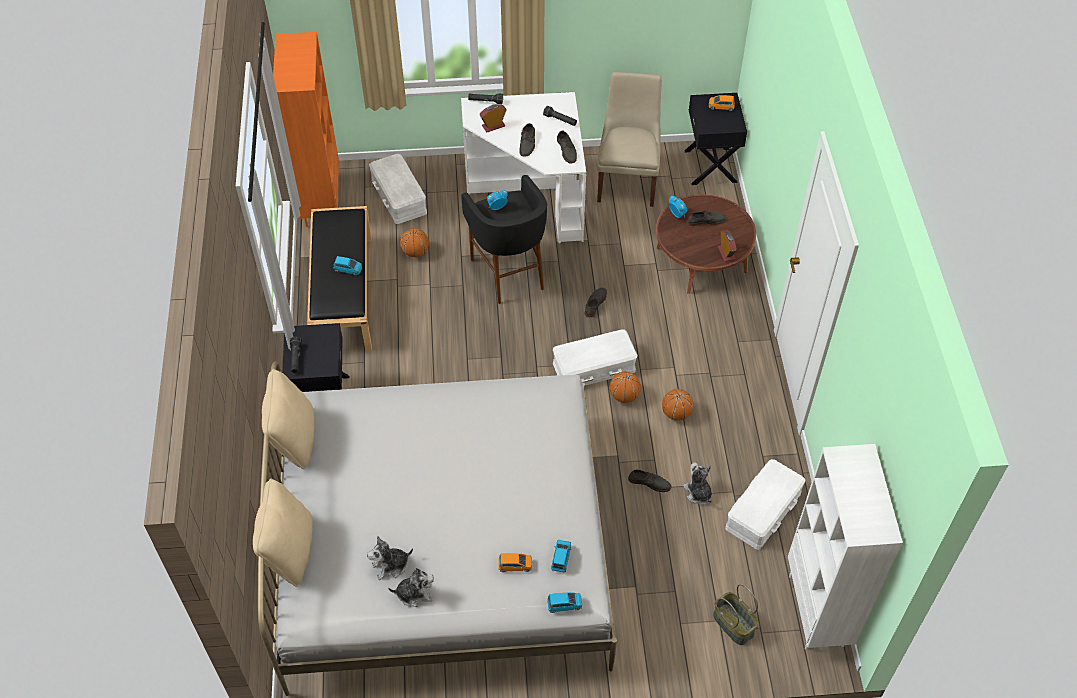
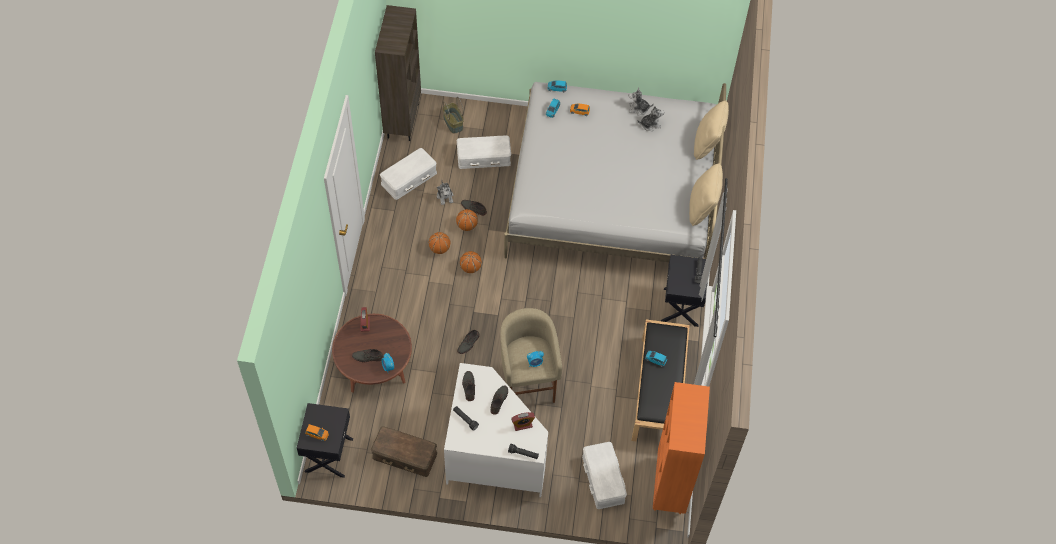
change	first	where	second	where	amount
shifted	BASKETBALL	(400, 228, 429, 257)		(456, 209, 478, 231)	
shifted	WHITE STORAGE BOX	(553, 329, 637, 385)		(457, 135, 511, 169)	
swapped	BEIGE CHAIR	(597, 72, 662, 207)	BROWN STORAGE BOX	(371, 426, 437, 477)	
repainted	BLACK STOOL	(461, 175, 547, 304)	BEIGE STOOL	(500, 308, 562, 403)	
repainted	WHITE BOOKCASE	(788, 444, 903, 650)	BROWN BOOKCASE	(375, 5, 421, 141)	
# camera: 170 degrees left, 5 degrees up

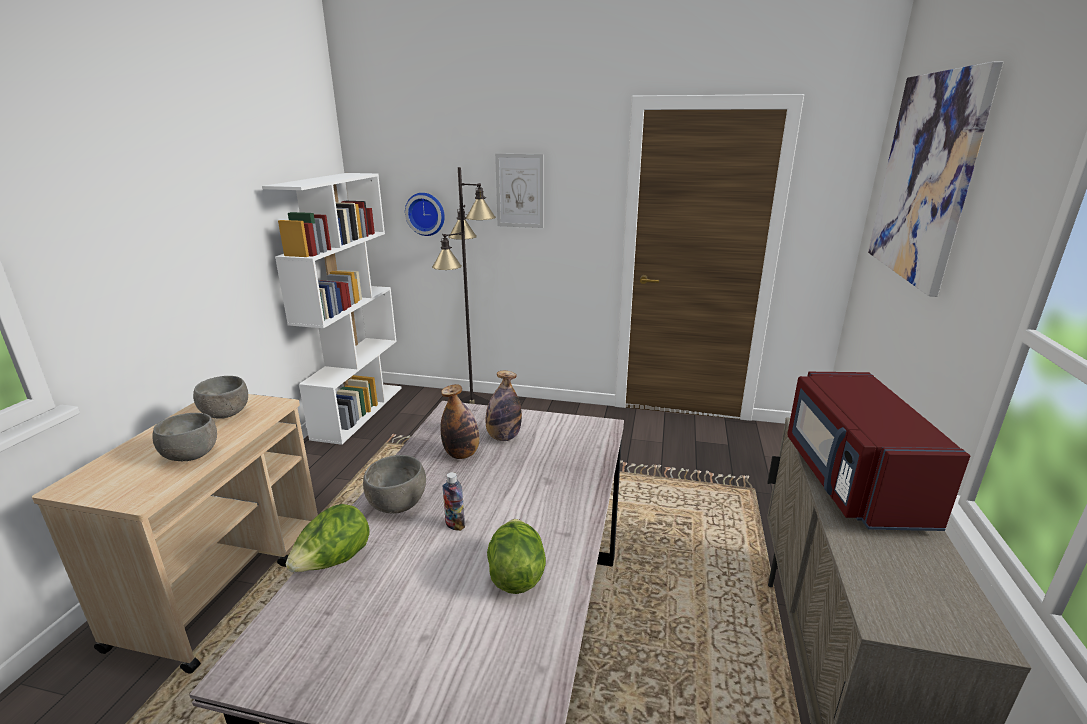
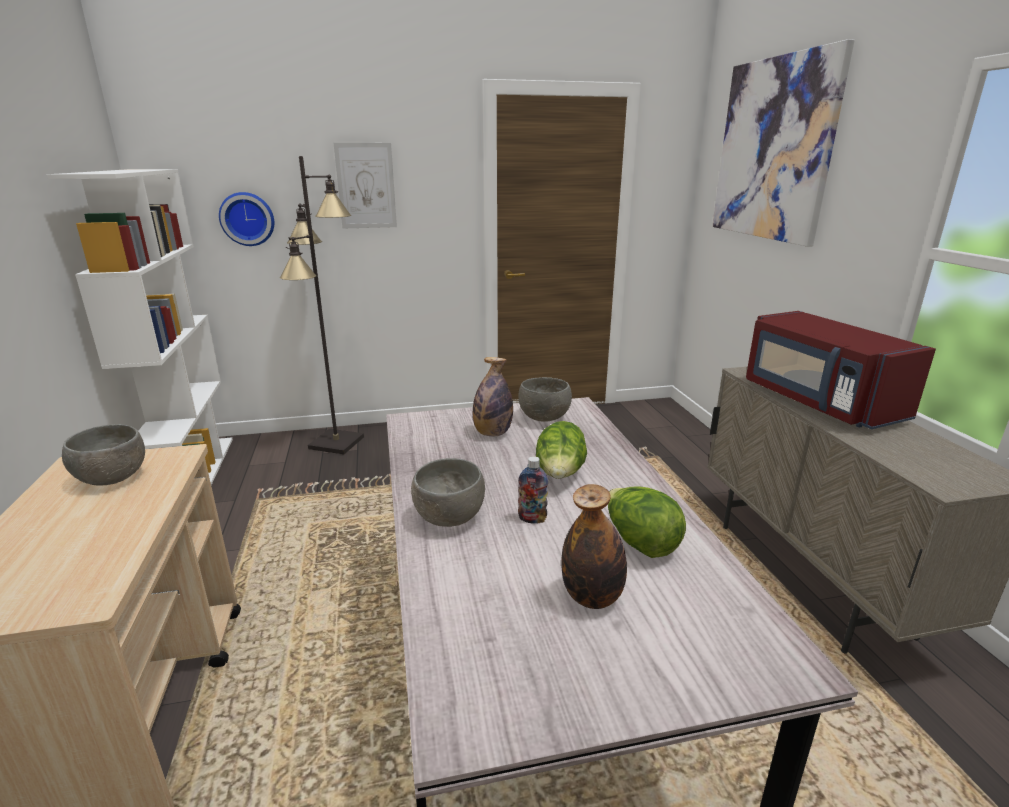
change	first	where	second	where	amount
shifted	GREY BOWL	(152, 413, 217, 461)		(518, 377, 572, 422)	
shifted	LETTUCE	(286, 504, 369, 572)		(536, 421, 587, 479)	
shifted	BOTTLE	(441, 384, 479, 459)		(561, 484, 627, 609)	
# camera: 25 degrees left, 0 degrees up

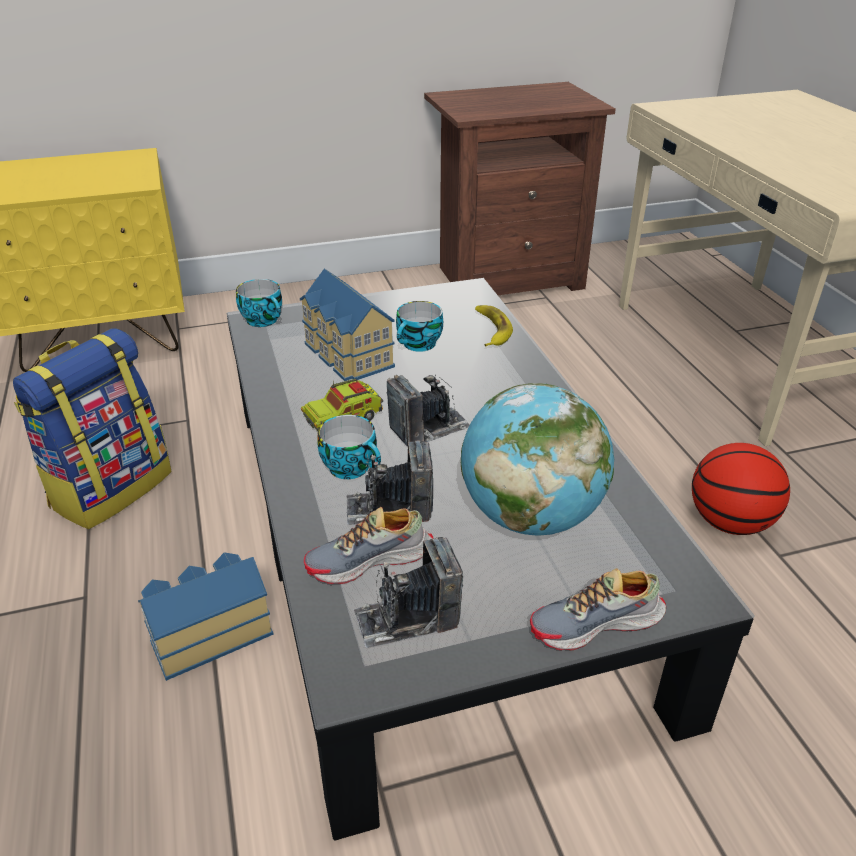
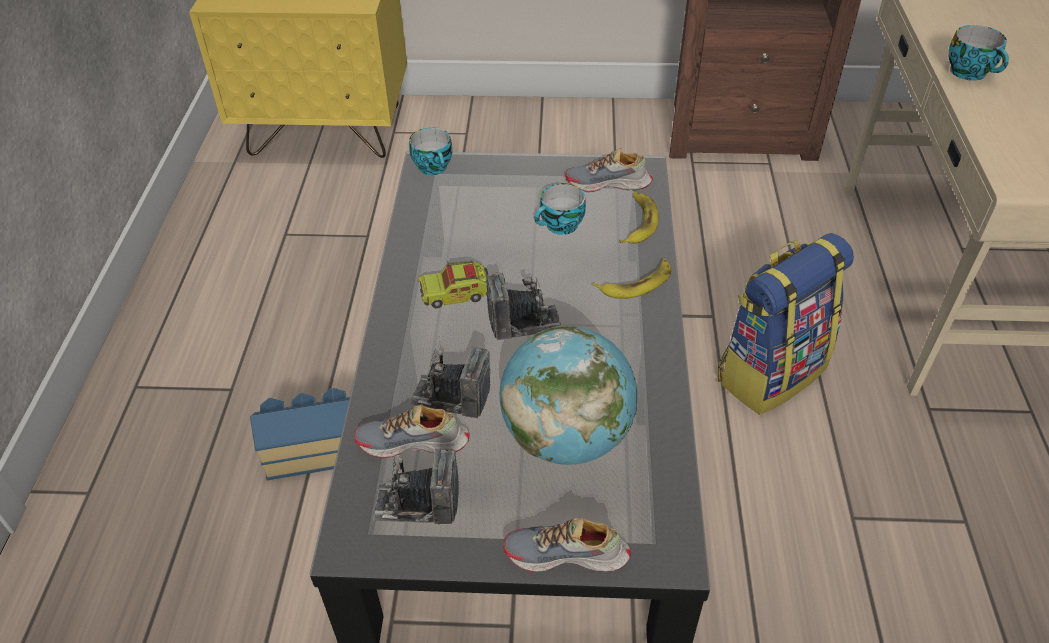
change	first	where	second	where	amount
gone	TOY HOUSE	(300, 268, 395, 381)			
gone	BASKETBALL	(692, 443, 790, 535)			
new			SHOE	(565, 148, 653, 192)	
new			BANANA	(593, 259, 671, 299)	
shifted	BACKPACK	(13, 329, 172, 529)		(718, 233, 854, 414)	
shifted	CUP	(317, 415, 381, 479)		(948, 25, 1009, 81)	
# camera: 20 degrees right, 10 degrees up

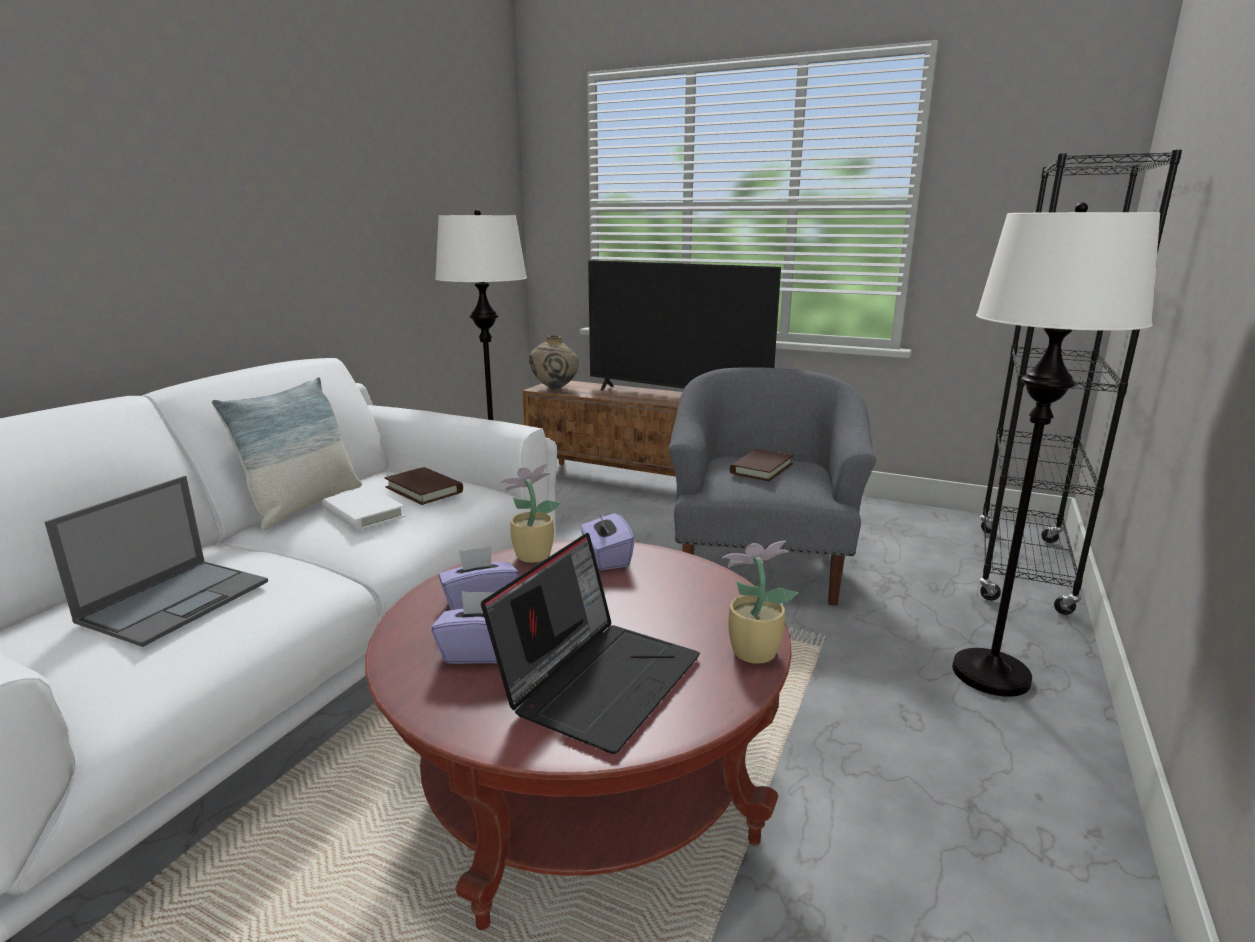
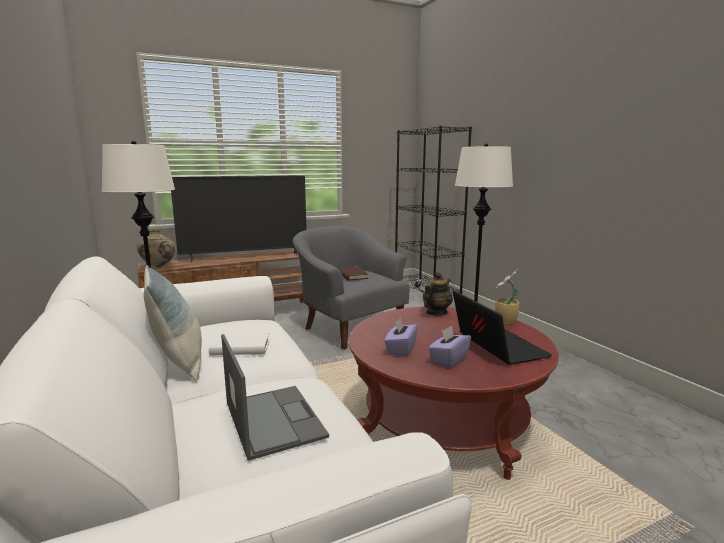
change	first	where	second	where	amount
gone	BROWN BOOK	(385, 467, 463, 505)			
gone	POTTED PLANT	(500, 463, 561, 563)			
gone	PURPLE TISSUE BOX	(580, 509, 635, 570)			
new			TEAPOT	(423, 272, 453, 315)	
# camera: 50 degrees left, 5 degrees down

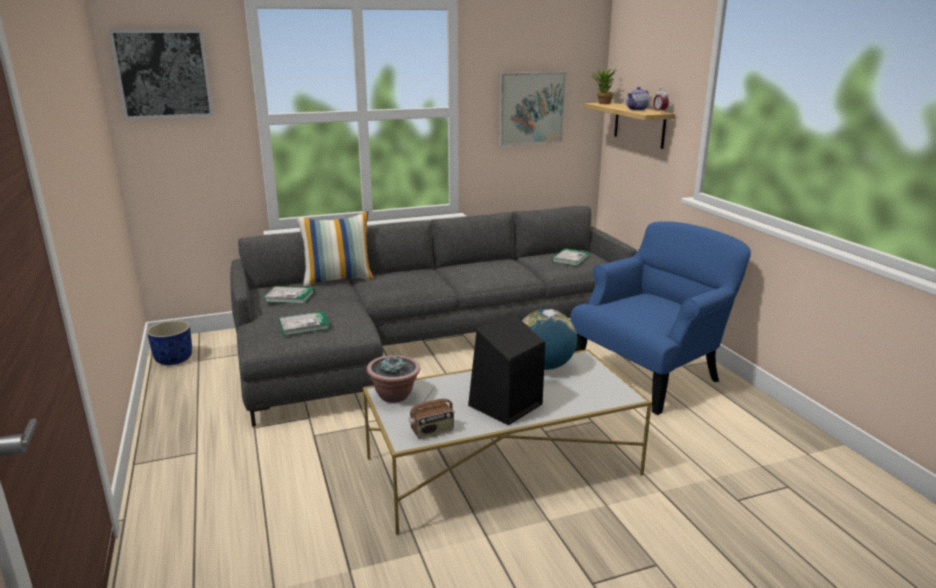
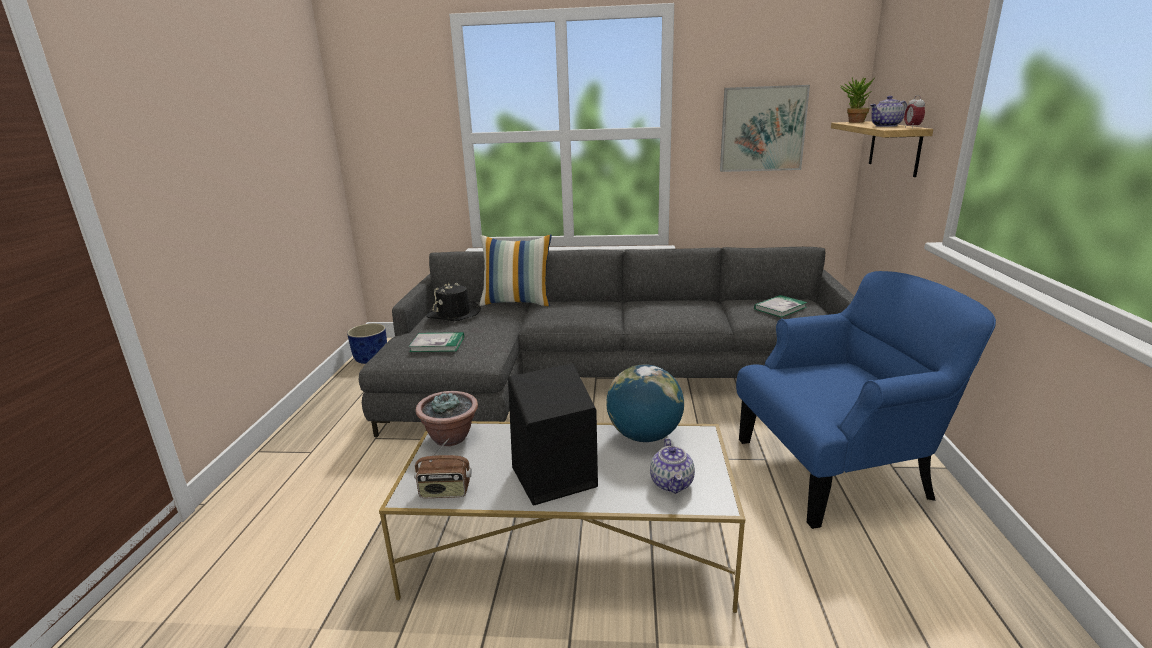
change	first	where	second	where	amount
gone	PICTURE	(109, 29, 214, 119)			
new			TEAPOT	(650, 438, 695, 494)	
swapped	BOOK	(264, 286, 315, 304)	BLACK HAT	(426, 283, 481, 321)	
# camera: 25 degrees right, 0 degrees up

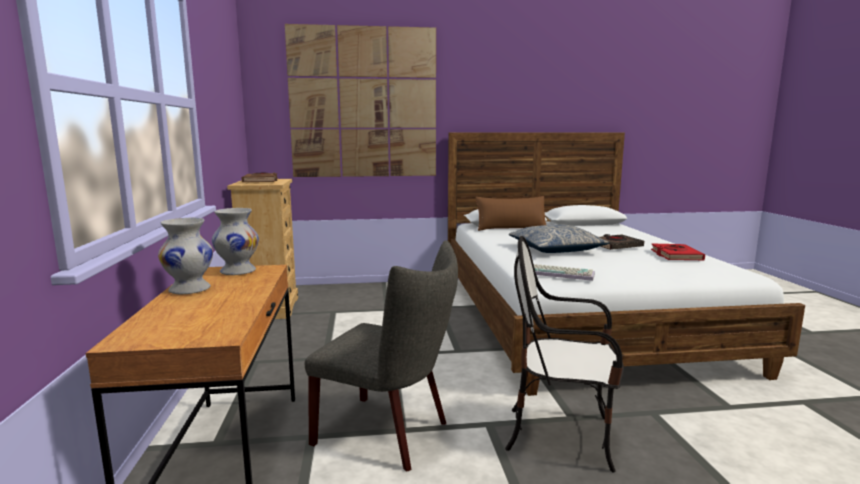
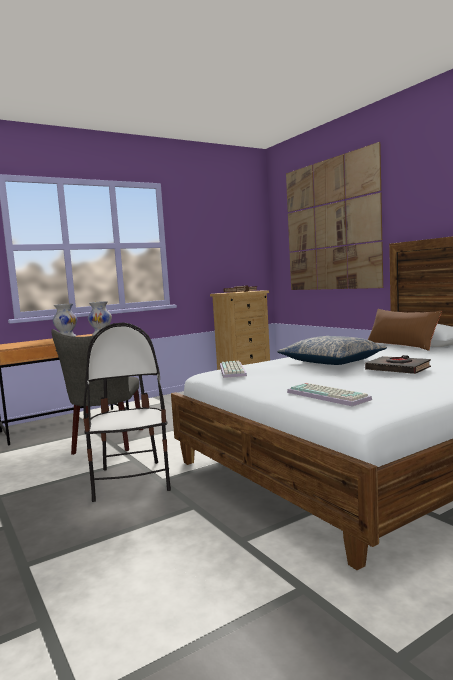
change	first	where	second	where	amount
gone	RED BOOK	(651, 244, 705, 260)			
new			KEYBOARD	(287, 383, 372, 407)	
# camera: 65 degrees right, 5 degrees down

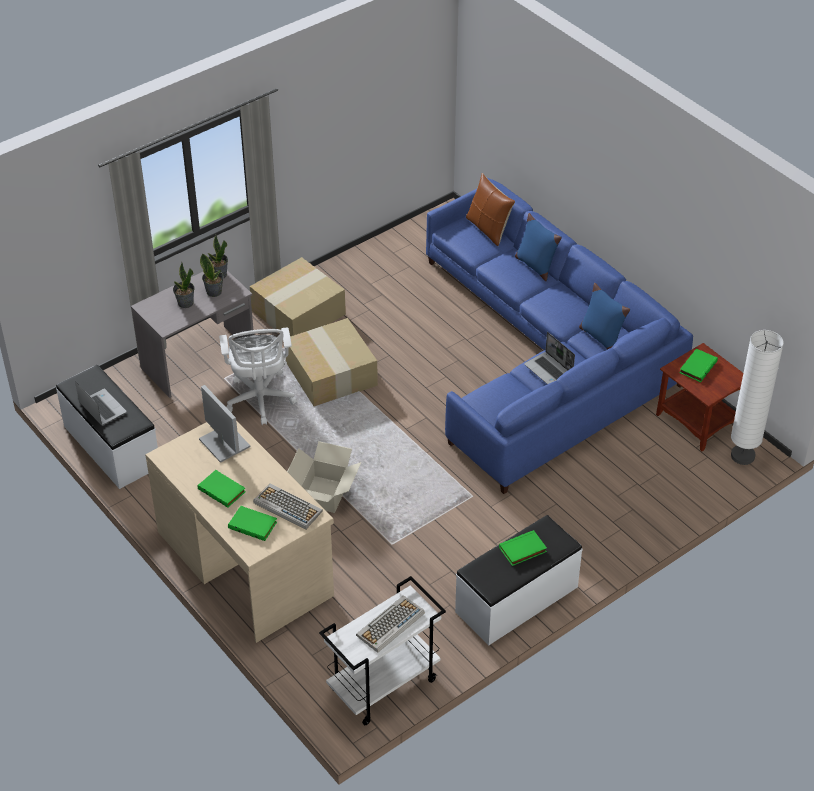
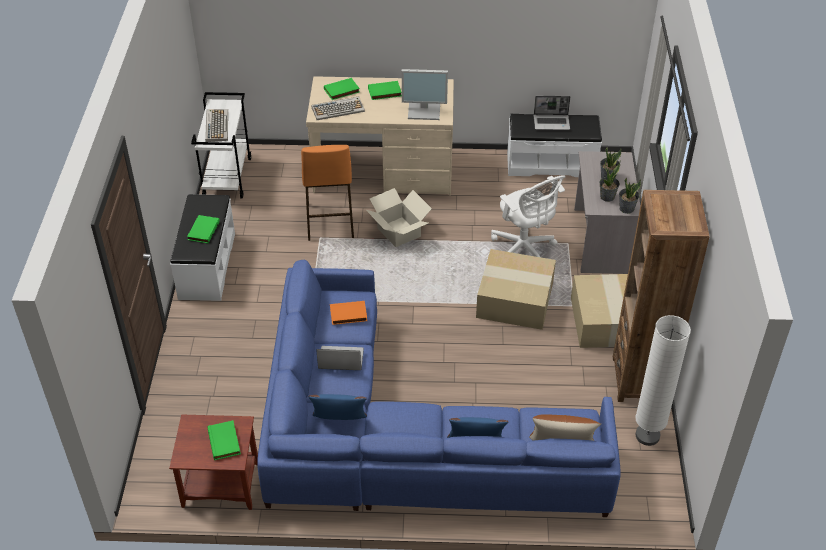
change	first	where	second	where	amount
new			ORANGE STOOL	(301, 145, 354, 241)	
new			ORANGE BOOK	(330, 301, 367, 325)	
new			BROWN BOOKCASE	(613, 190, 710, 402)	
shifted	WHITE FLOOR LAMP	(731, 330, 784, 465)		(635, 315, 691, 446)	
rotated	WHITE OFFICE CHAIR	(219, 327, 297, 425)		(491, 175, 566, 257)	150 degrees counterclockwise
# camera: 130 degrees right, 0 degrees up

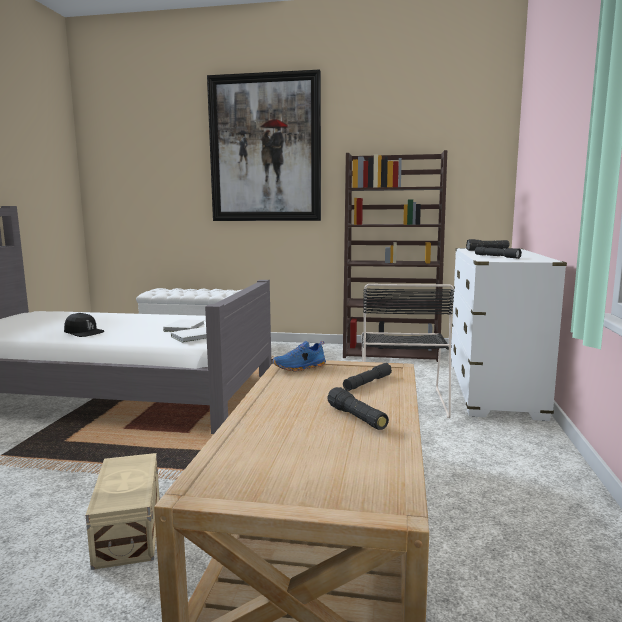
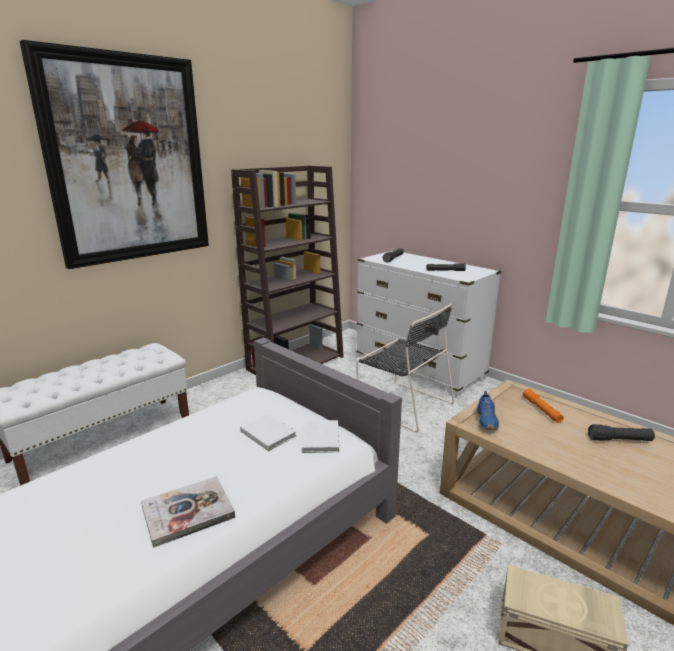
change	first	where	second	where	amount
swapped	BLACK CAP	(64, 313, 104, 337)	BOOK	(141, 476, 235, 548)	
repainted	GREY FLASHLIGHT	(343, 363, 392, 391)	ORANGE FLASHLIGHT	(523, 388, 564, 423)	
# camera: 55 degrees left, 10 degrees up

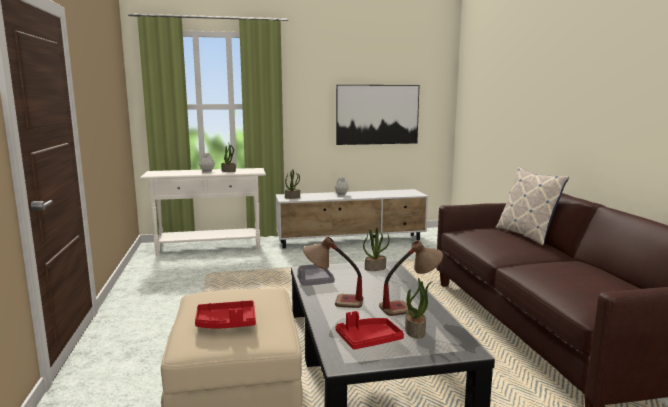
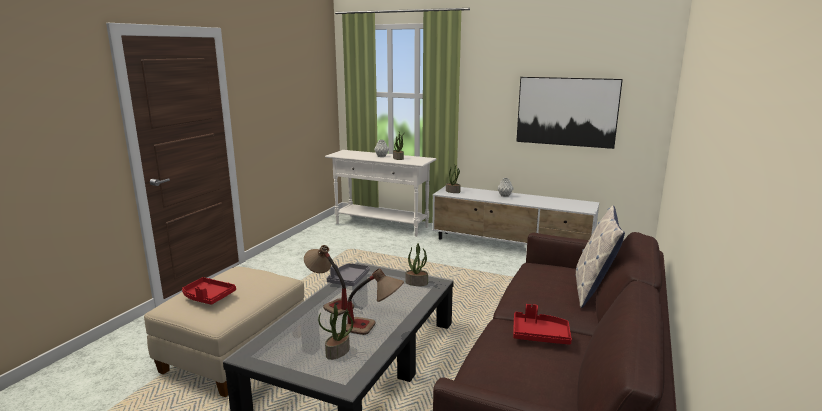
change	first	where	second	where	amount
shifted	RED TRAY	(336, 311, 404, 350)		(513, 304, 572, 345)	
# camera: 35 degrees right, 5 degrees up

